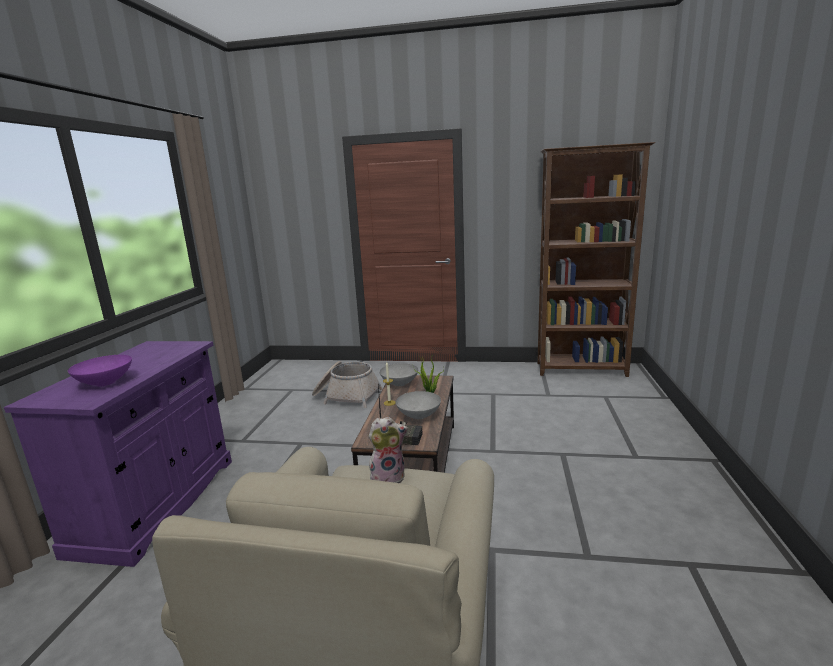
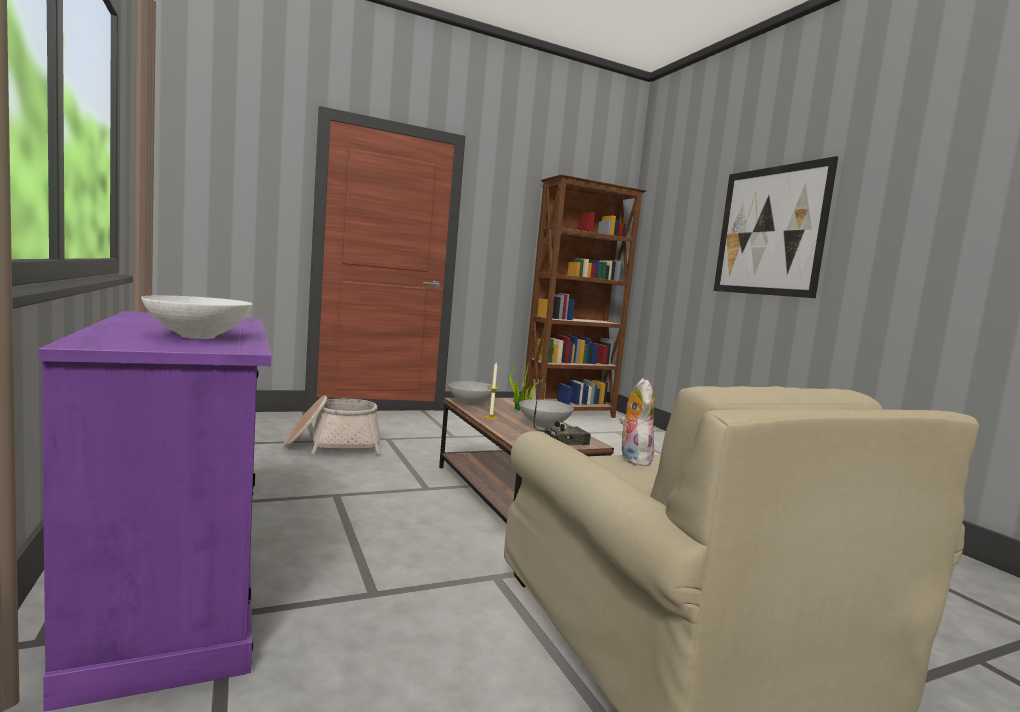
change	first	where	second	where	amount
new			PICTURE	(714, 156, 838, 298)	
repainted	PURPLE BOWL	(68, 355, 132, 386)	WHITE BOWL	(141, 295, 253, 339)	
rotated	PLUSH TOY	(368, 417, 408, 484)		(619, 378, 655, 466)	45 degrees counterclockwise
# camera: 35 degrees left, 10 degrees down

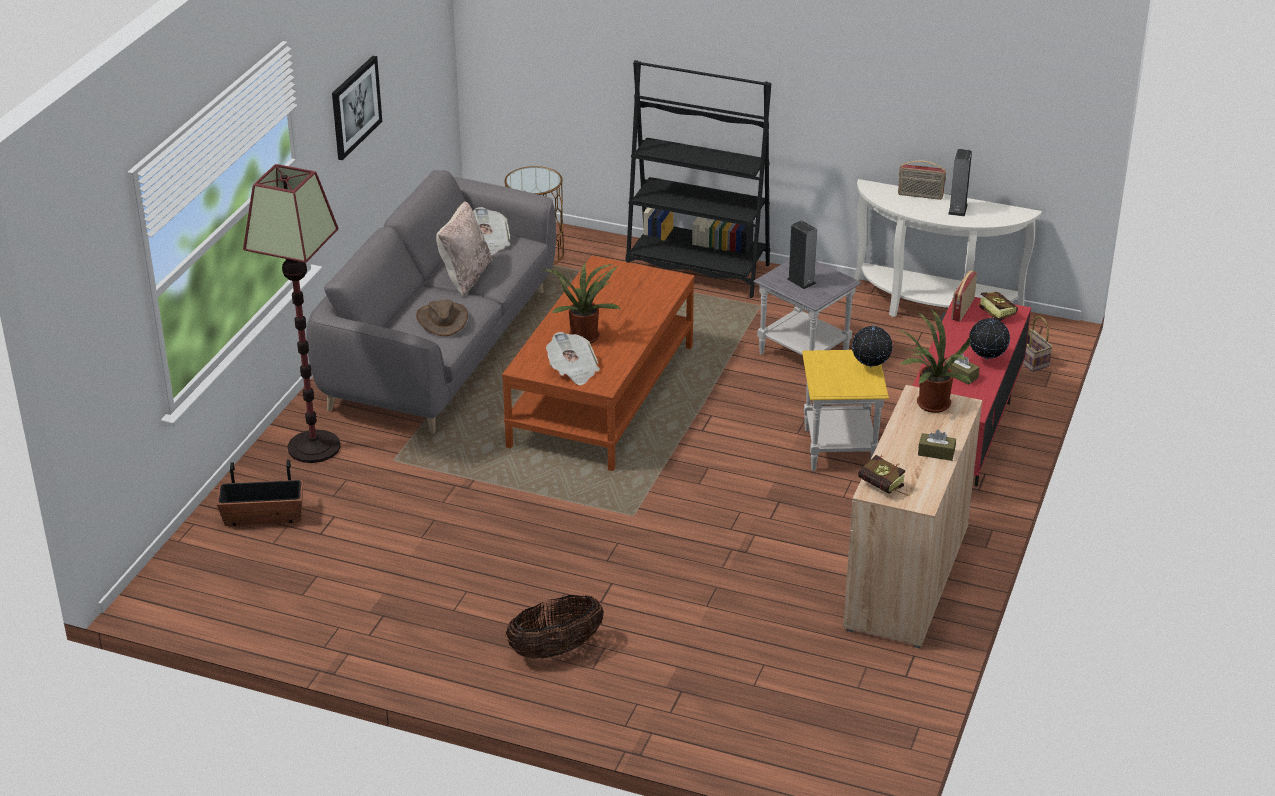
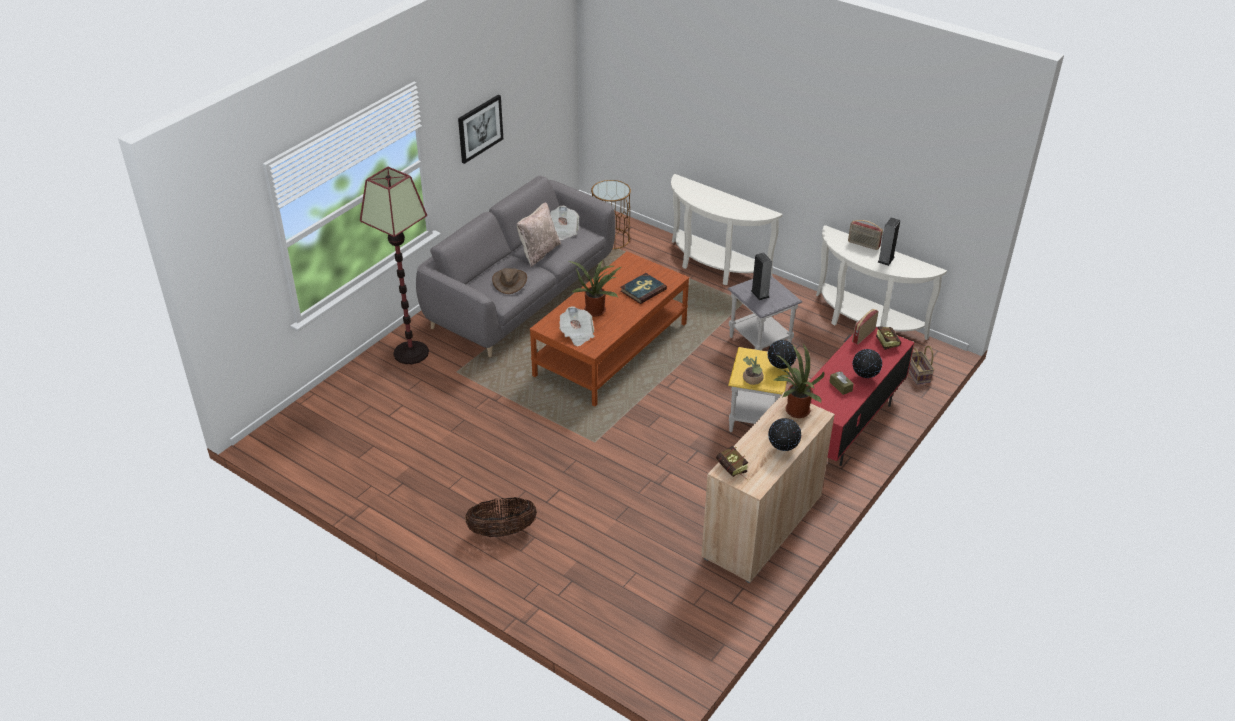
change	first	where	second	where	amount
gone	PLANTER	(217, 460, 303, 526)			
new			BOOK	(620, 273, 667, 304)	
new			POTTED PLANT	(743, 356, 764, 385)	
swapped	BLACK BOOKCASE	(625, 60, 772, 298)	WHITE CONSOLE TABLE	(671, 174, 783, 285)	
swapped	BROWN TISSUE BOX	(918, 430, 956, 461)	GLOBE	(768, 418, 802, 451)	
# camera: 15 degrees right, 5 degrees up

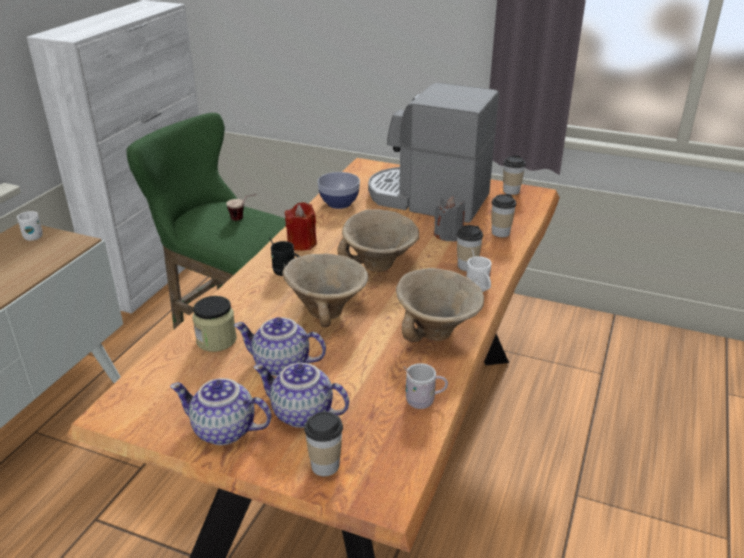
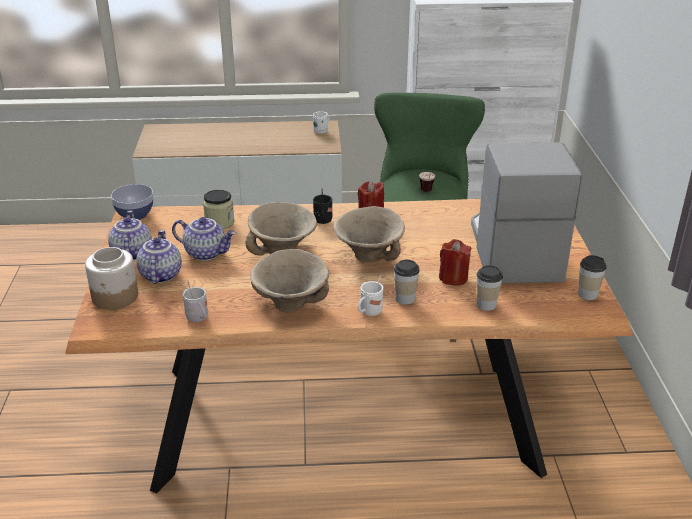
change	first	where	second	where	amount
shifted	BOWL	(318, 172, 360, 209)		(111, 184, 153, 220)	
swapped	CUP	(304, 411, 343, 476)	JAR	(85, 247, 138, 310)	
repainted	GREY CANDLE	(434, 196, 465, 242)	RED CANDLE	(439, 239, 472, 286)	
rotated	TEAPOT	(234, 317, 326, 376)		(172, 217, 236, 261)	120 degrees clockwise
# camera: 65 degrees right, 0 degrees up

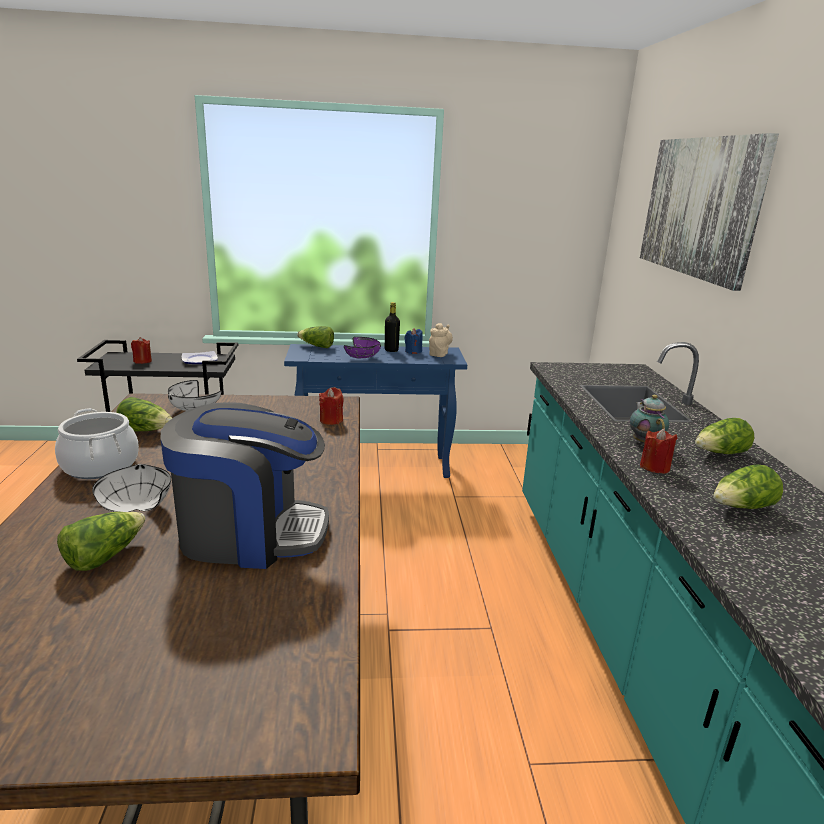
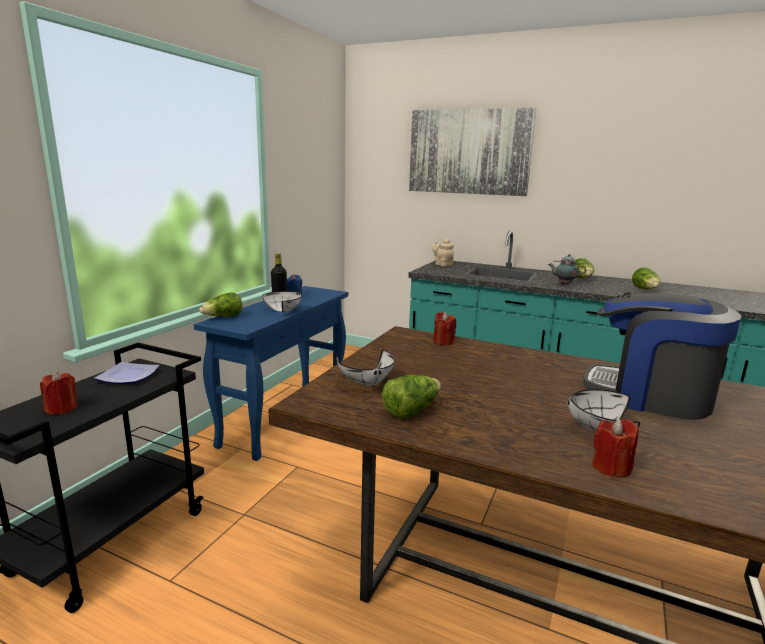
change	first	where	second	where	amount
gone	COOKING POT	(55, 408, 139, 479)			
gone	LETTUCE	(57, 512, 145, 571)			
shifted	BEIGE TEAPOT	(429, 323, 453, 357)		(432, 239, 454, 266)	
shifted	RED CANDLE	(640, 428, 678, 474)		(593, 419, 639, 478)	
repainted	PURPLE BOWL	(344, 337, 381, 358)	WHITE BOWL	(262, 291, 302, 313)	
rotated	COFFEE MACHINE	(160, 402, 329, 569)		(583, 292, 741, 420)	90 degrees counterclockwise
# camera: 60 degrees left, 5 degrees down

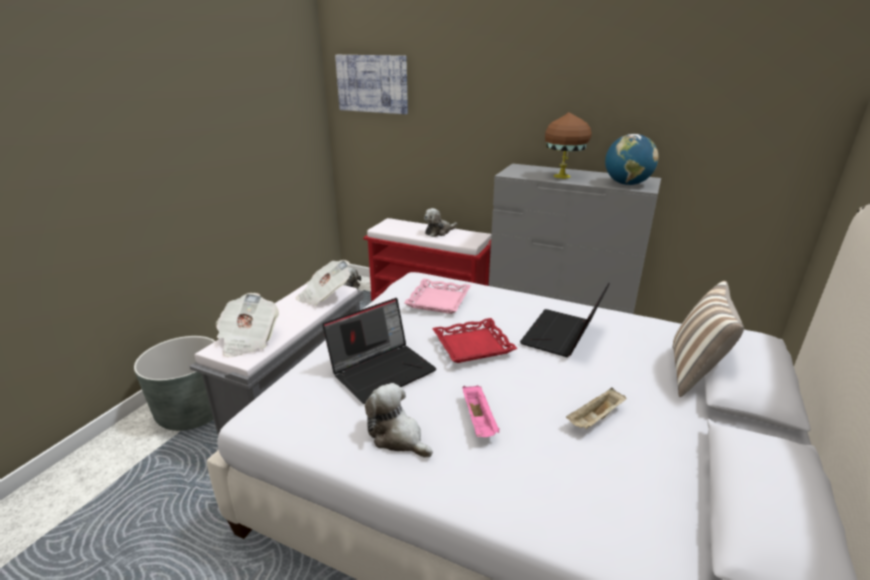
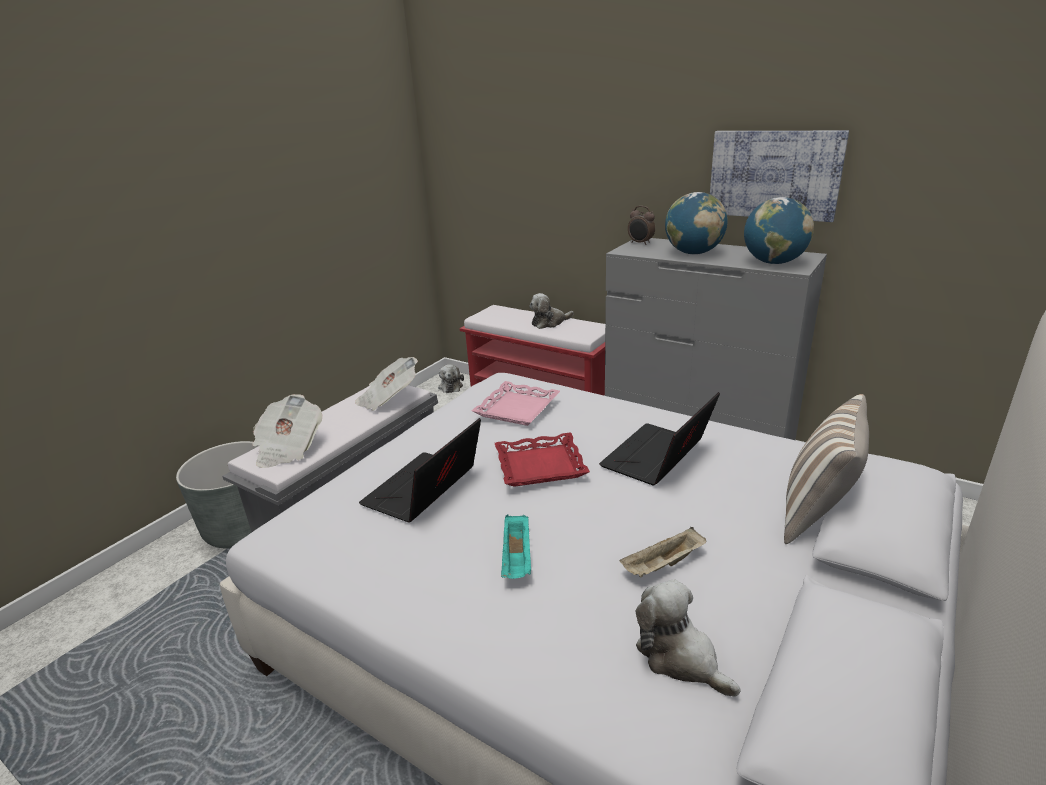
change	first	where	second	where	amount
new			ALARM CLOCK	(628, 206, 655, 245)	
shifted	PICTURE	(335, 55, 408, 114)		(710, 131, 849, 222)	
shifted	PLUSH TOY	(365, 383, 433, 457)		(636, 579, 741, 697)	
swapped	BROWN TABLE LAMP	(545, 112, 592, 179)	GLOBE	(665, 192, 728, 255)	
repainted	PINK TRAY	(462, 385, 499, 437)	TURQUOISE TRAY	(501, 514, 531, 579)	
rotated	LAPTOP	(322, 298, 436, 404)		(359, 418, 481, 523)	150 degrees clockwise
# camera: 10 degrees right, 0 degrees up

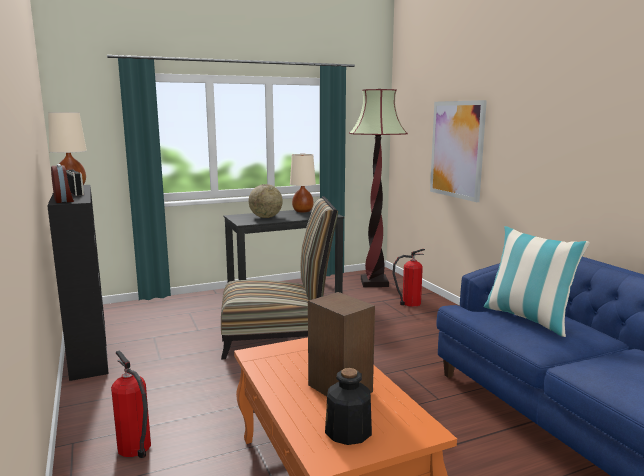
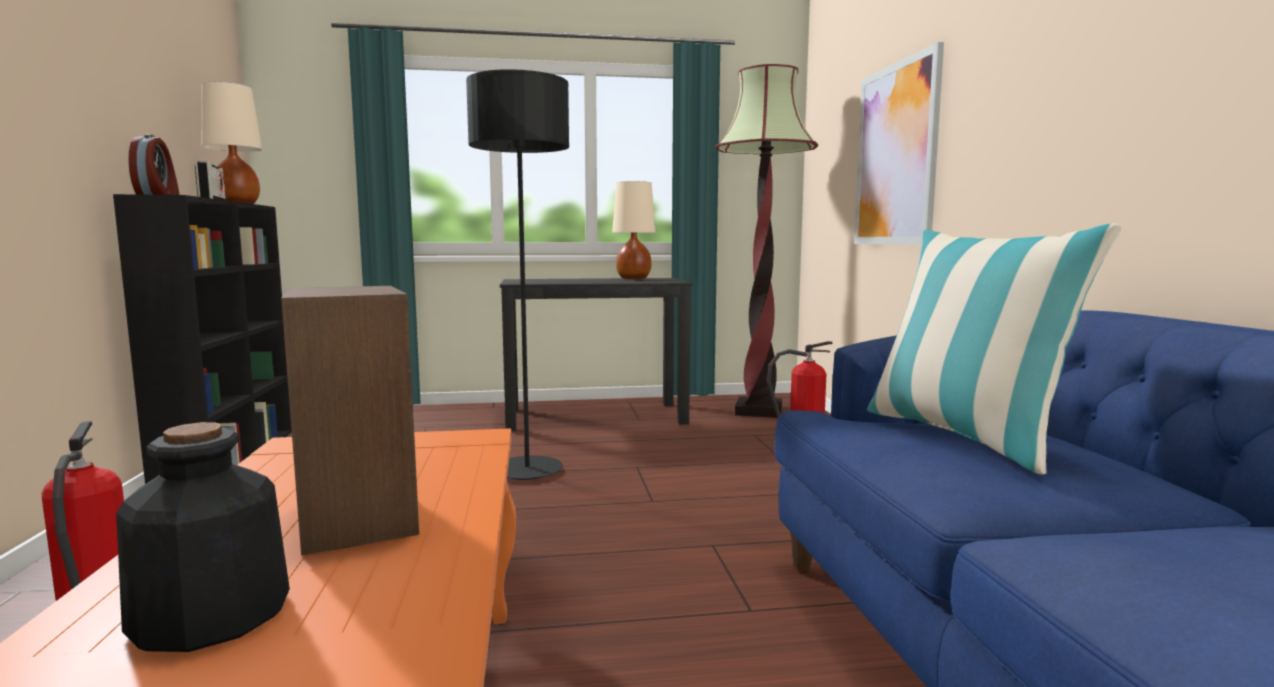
change	first	where	second	where	amount
gone	GLOBE	(249, 184, 283, 218)			
swapped	CHAIR	(221, 196, 338, 359)	BLACK FLOOR LAMP	(466, 69, 569, 480)	
# camera: 15 degrees right, 5 degrees down

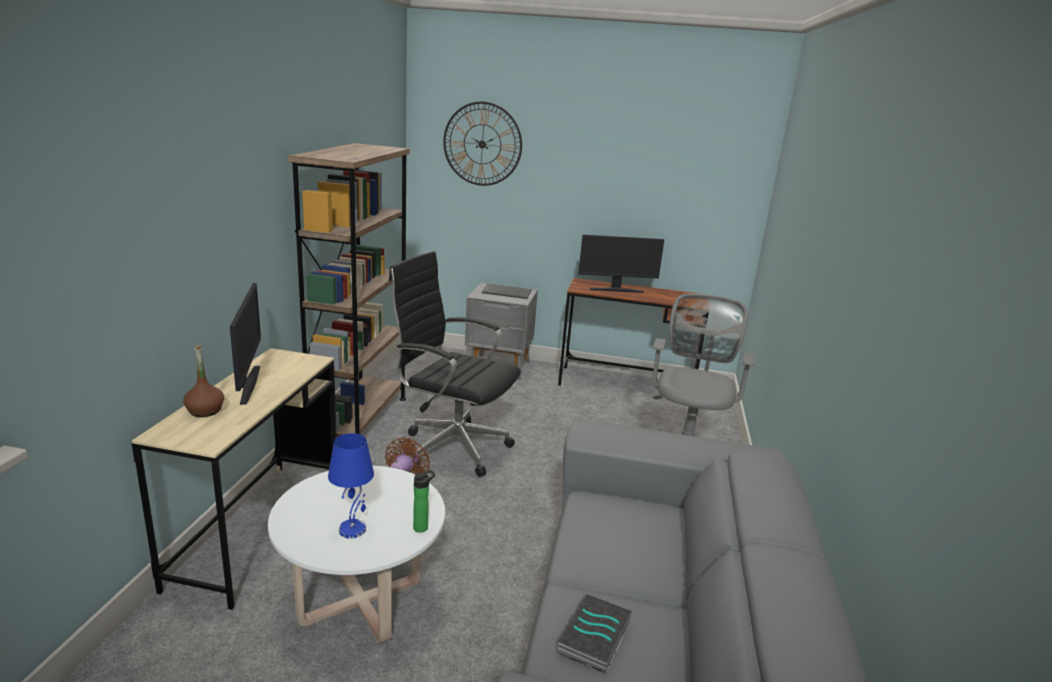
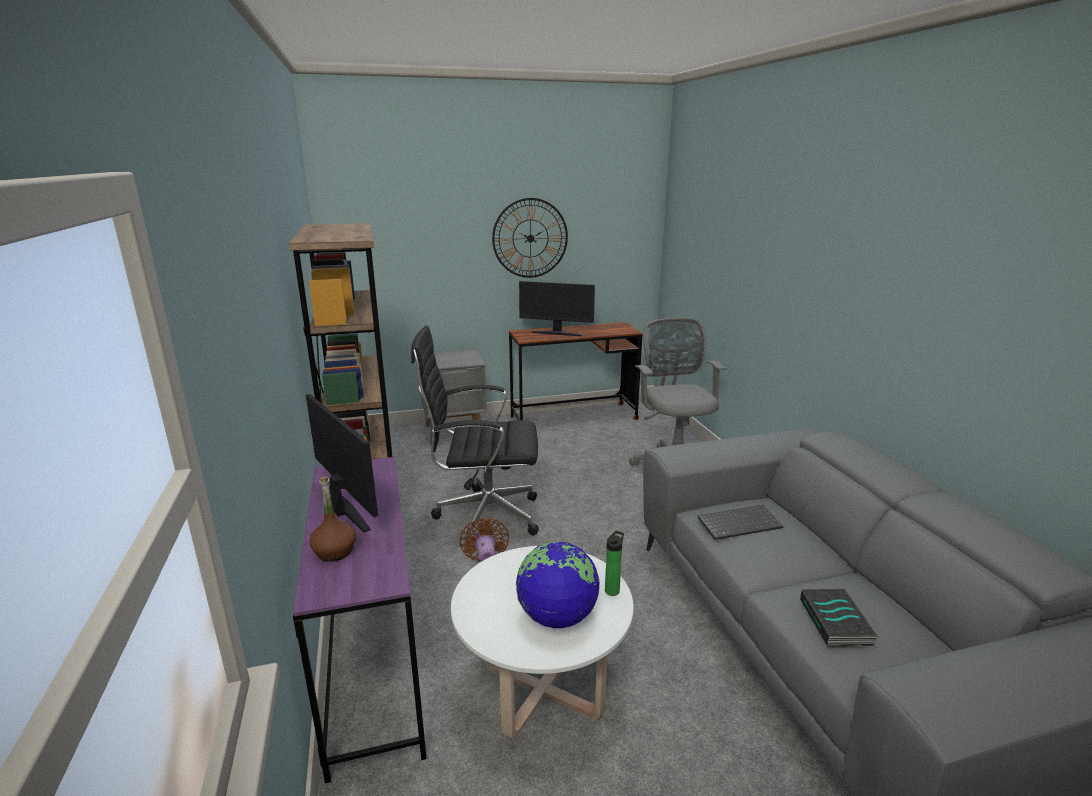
change	first	where	second	where	amount
shifted	WALL CLOCK	(443, 101, 522, 186)		(492, 198, 568, 278)	
shifted	KEYBOARD	(482, 284, 532, 299)		(697, 505, 783, 540)	
swapped	BLUE TABLE LAMP	(328, 433, 374, 539)	GLOBE	(516, 541, 599, 628)	
repainted	BEIGE DESK	(132, 348, 337, 610)	PURPLE DESK	(293, 457, 427, 783)	
rotated	MONITOR	(578, 234, 664, 293)		(519, 281, 595, 336)	45 degrees clockwise
# camera: 25 degrees left, 0 degrees up

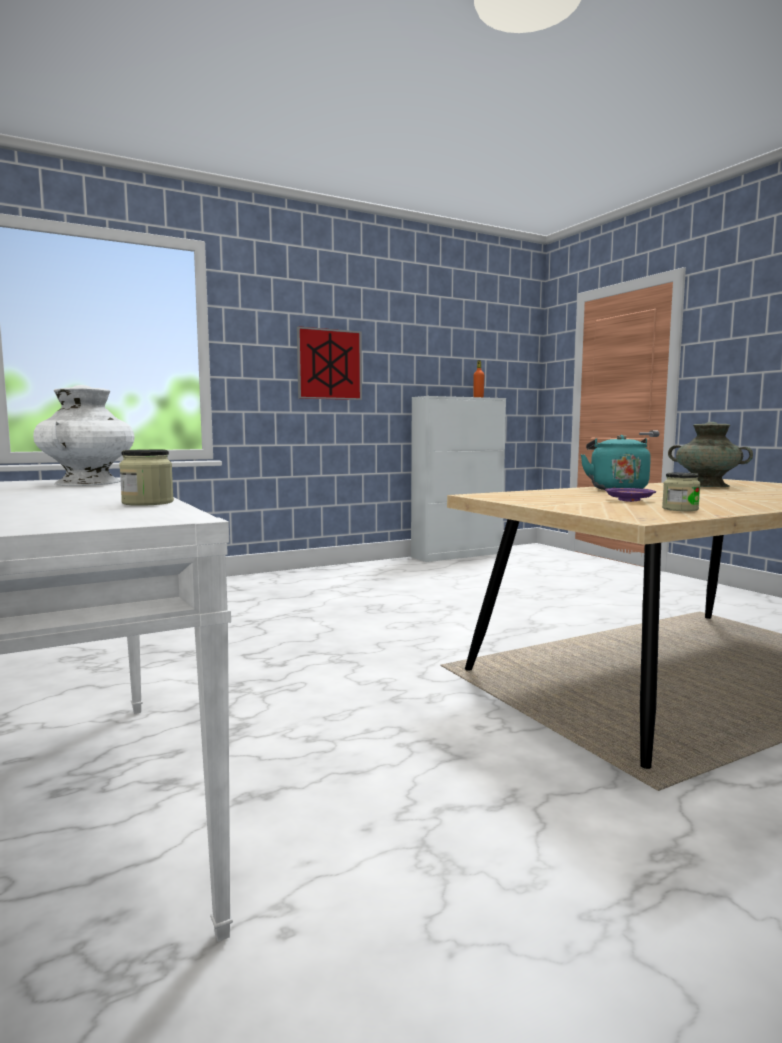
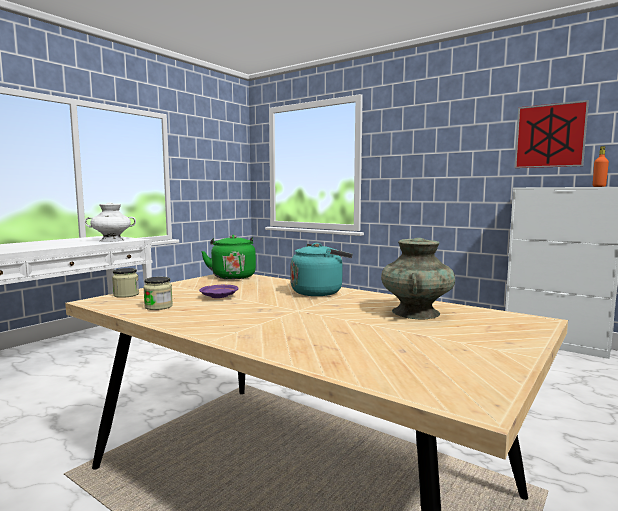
change	first	where	second	where	amount
new			GREEN KETTLE	(201, 235, 256, 279)	
shifted	JAR	(119, 449, 174, 506)		(112, 268, 139, 298)	
shifted	PICTURE	(297, 326, 362, 400)		(514, 100, 589, 168)	
# camera: 65 degrees right, 0 degrees up

